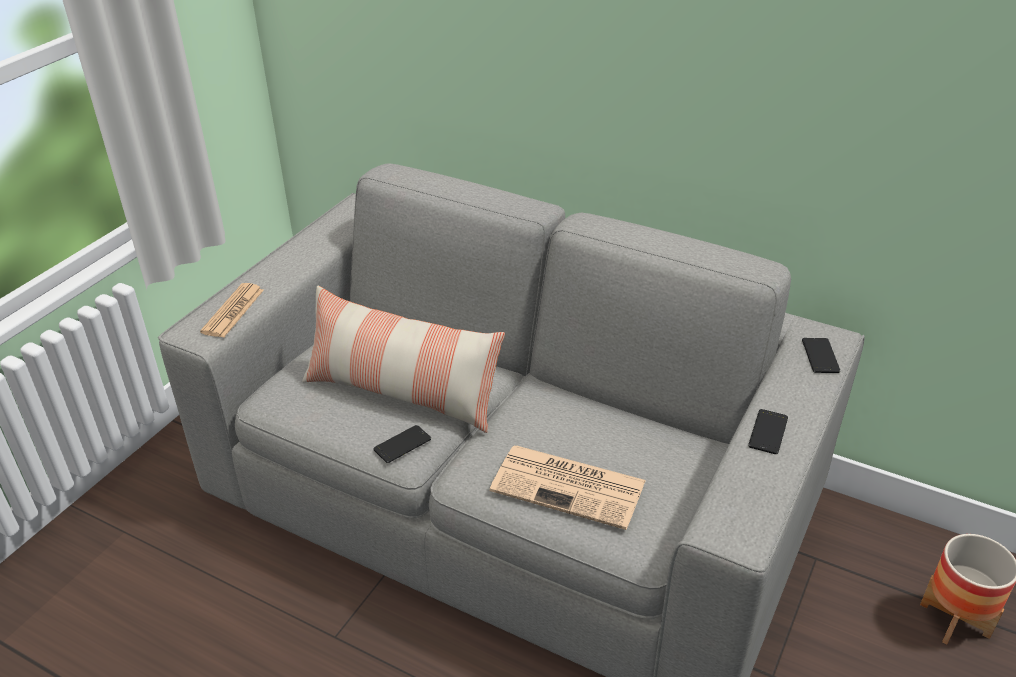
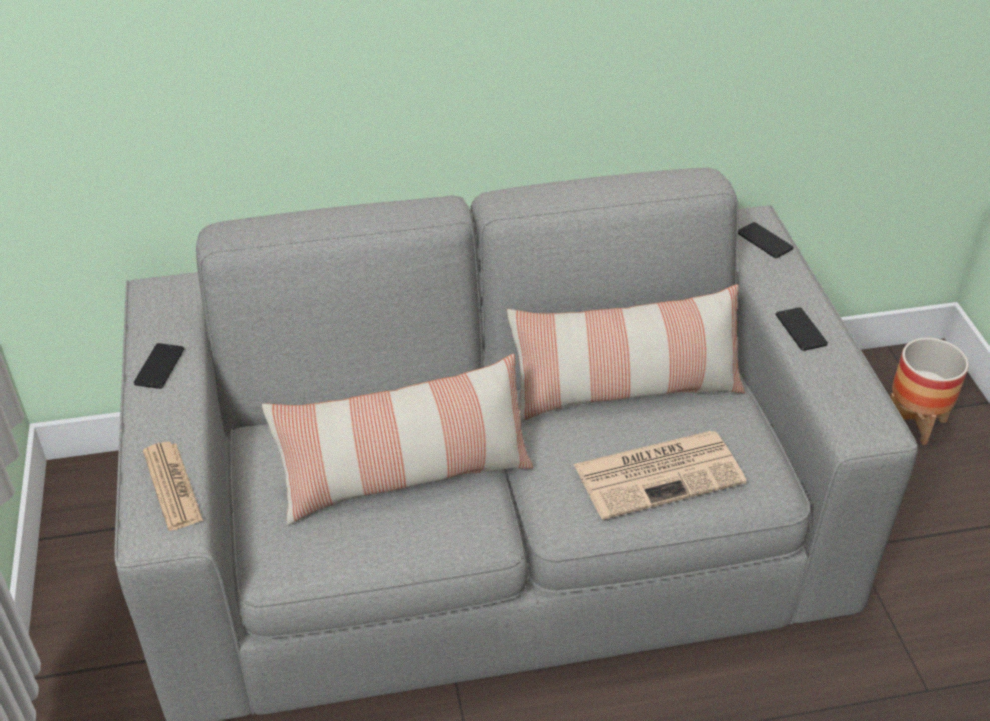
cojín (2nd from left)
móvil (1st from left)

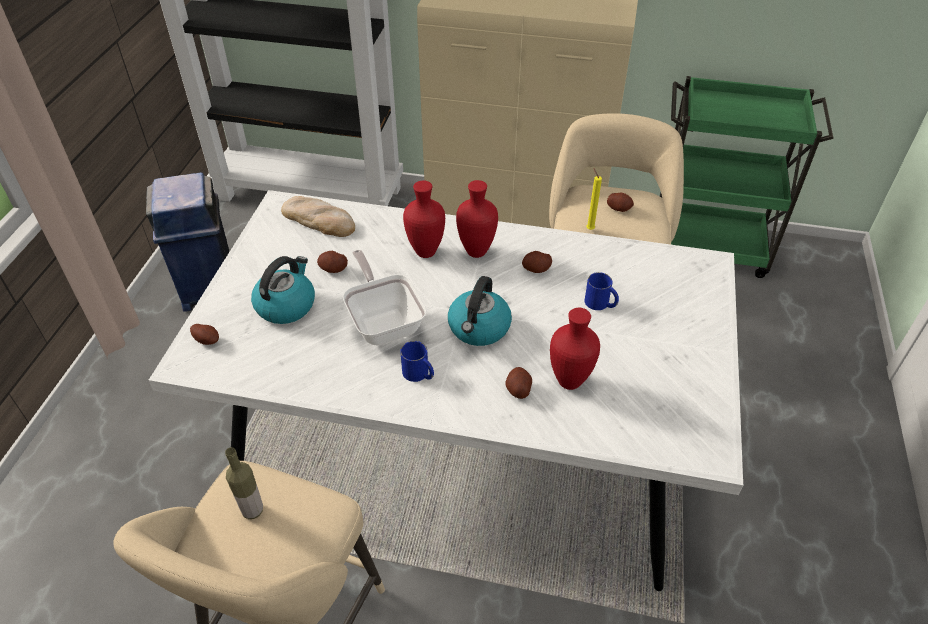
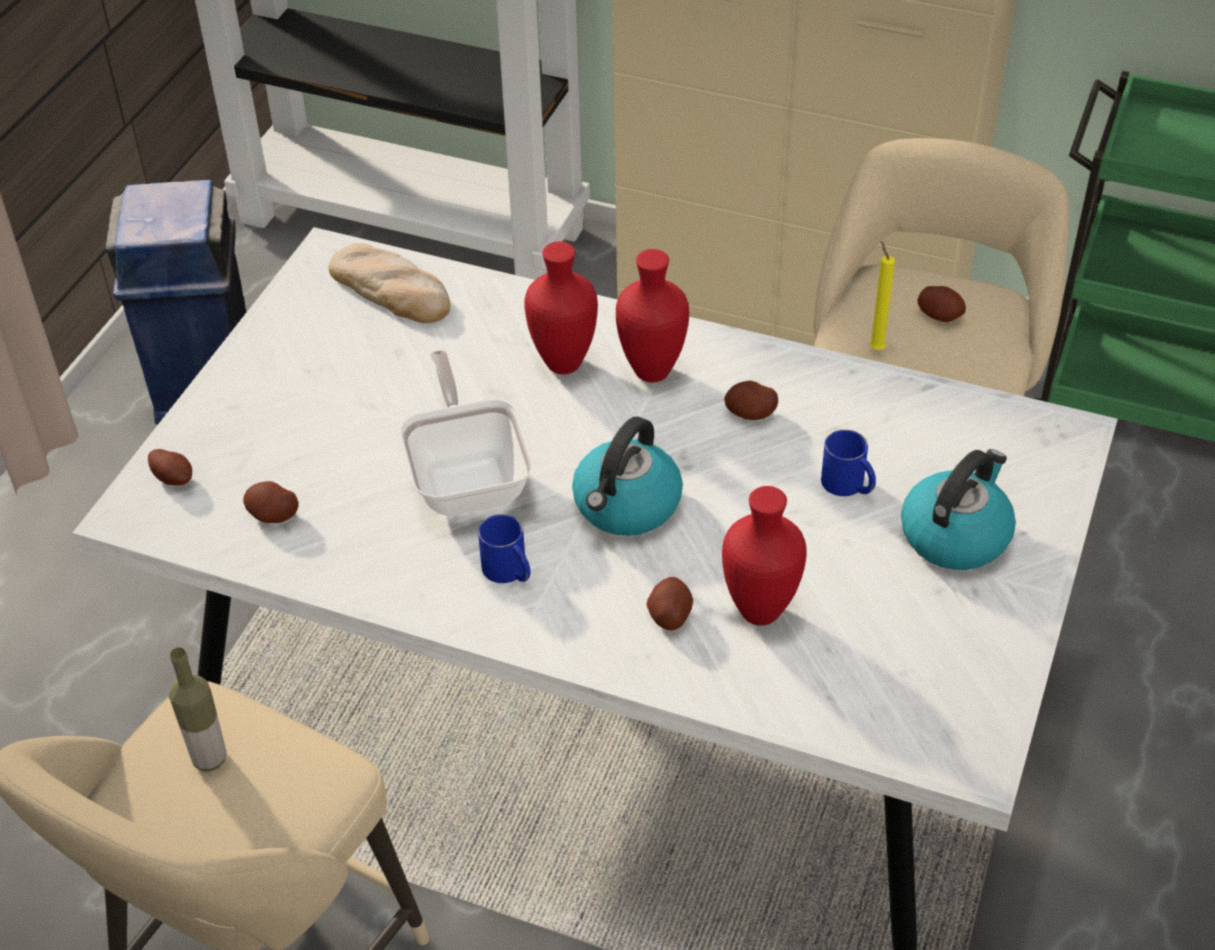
hervidor (2nd from left)
patata (2nd from left)

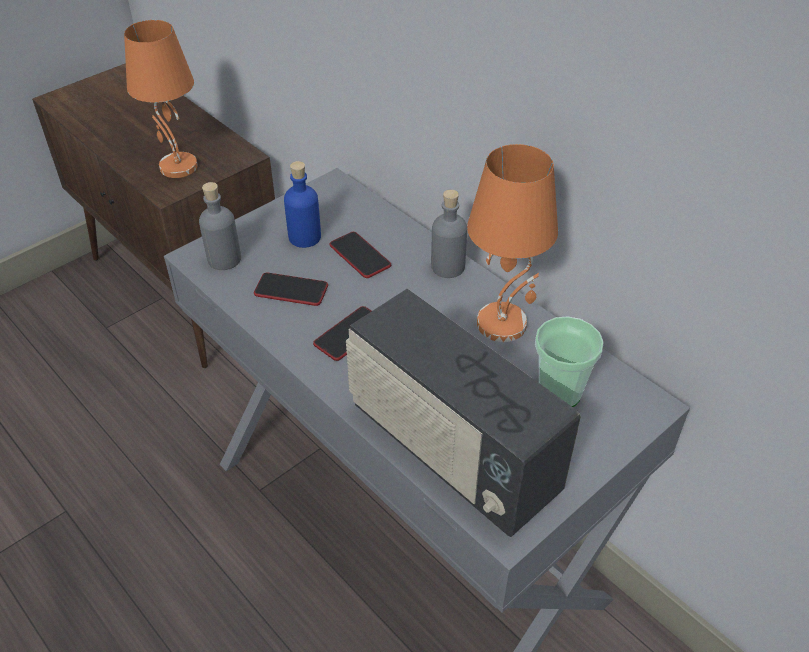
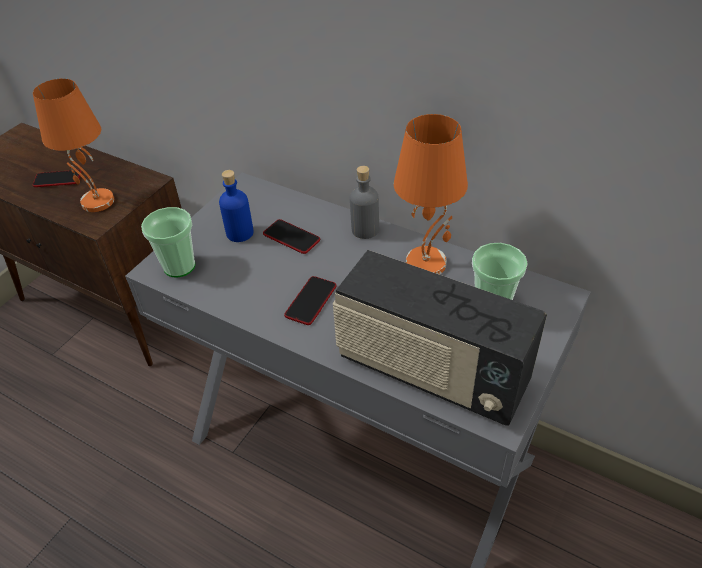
móvil (1st from left)
taza (1st from left)

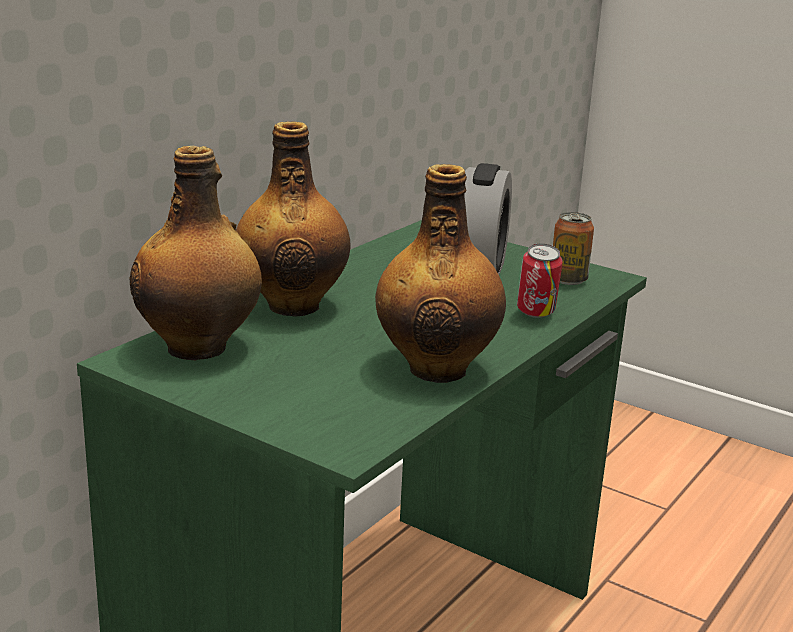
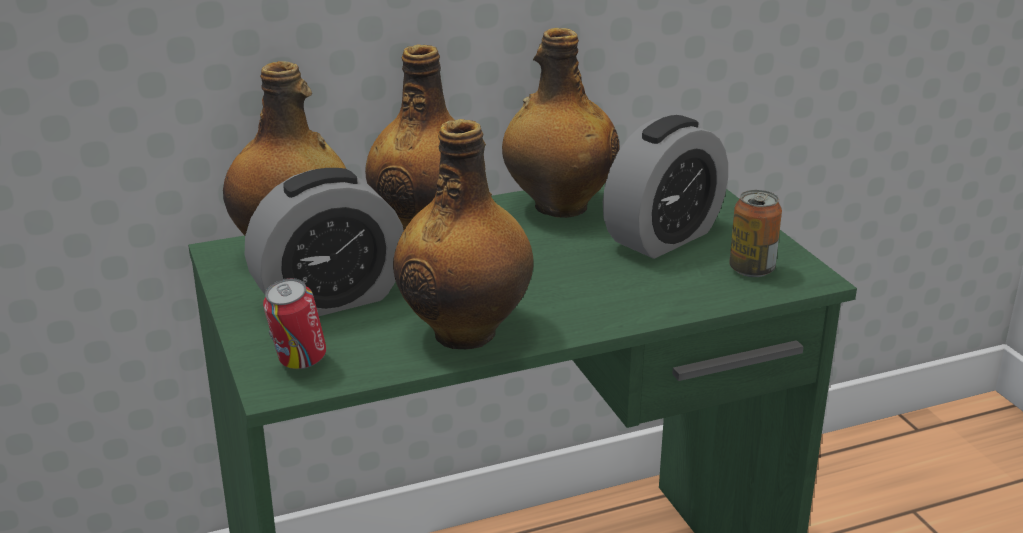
despertador (1st from left)
botella (4th from left)
lata (1st from left)

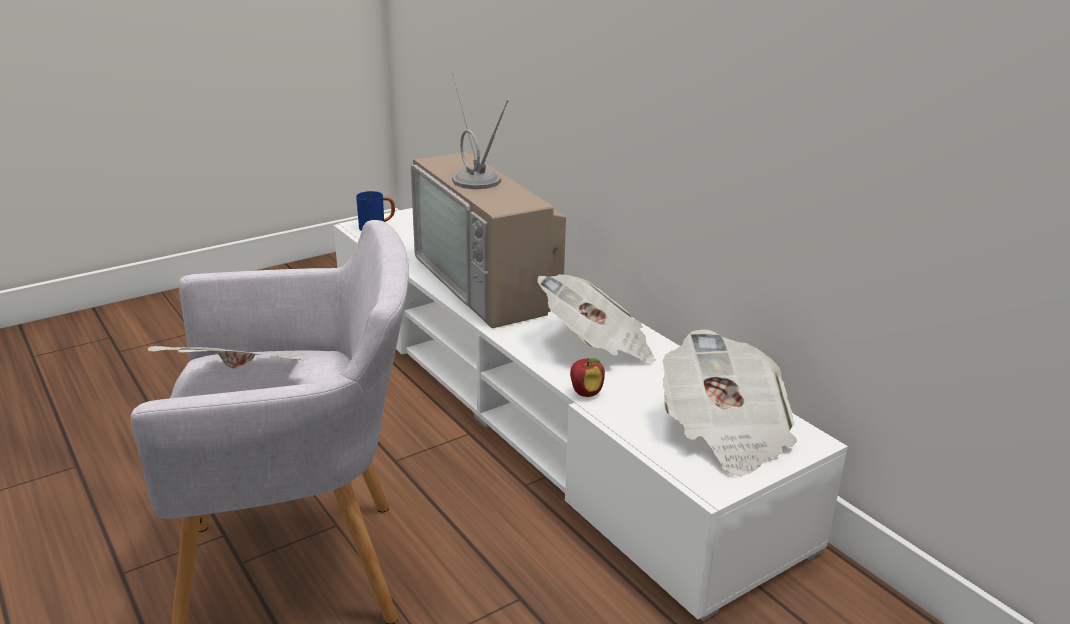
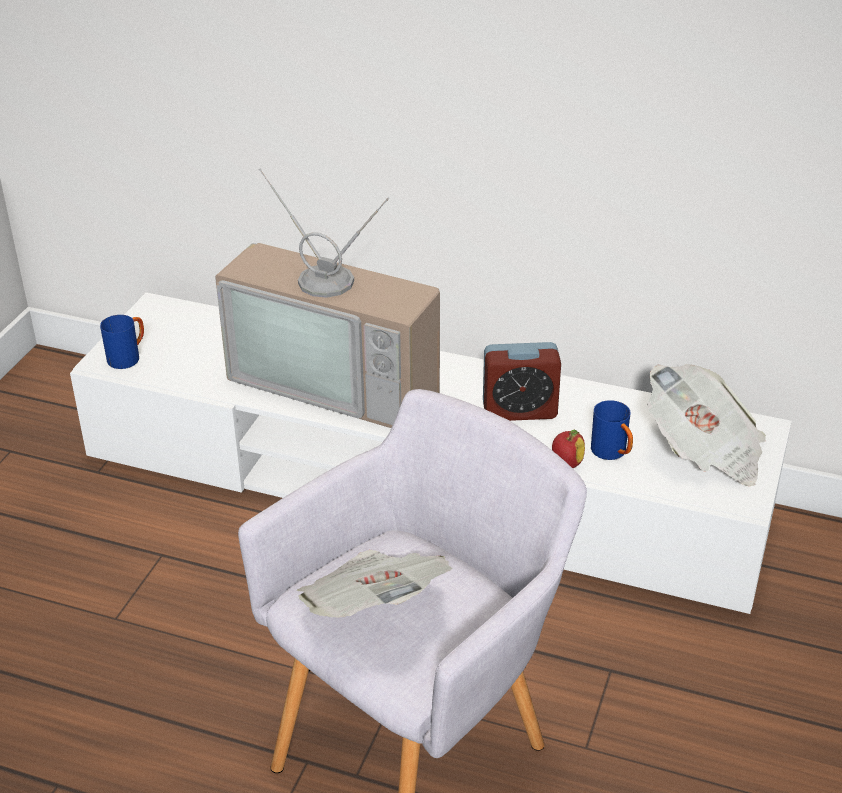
taza grande/azul (2nd from left)
despertador

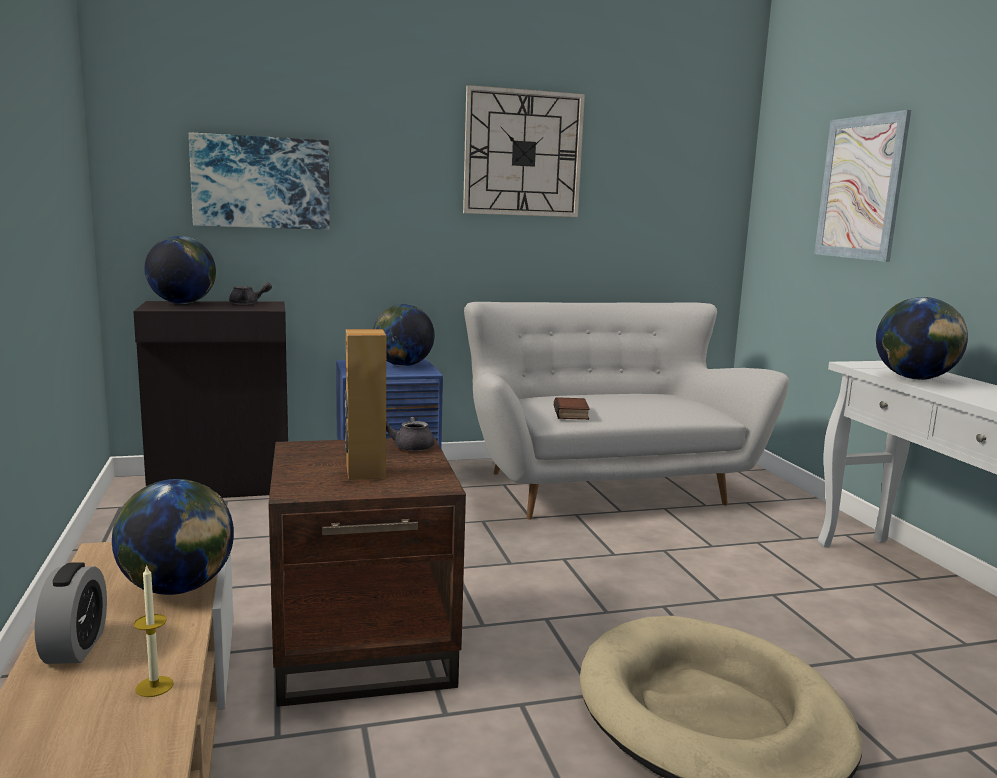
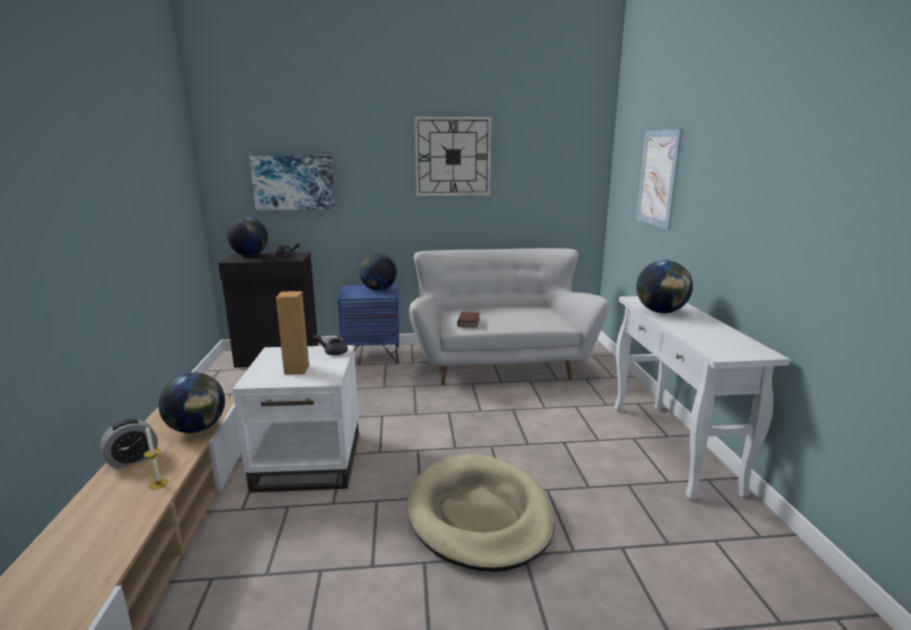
mesa auxiliar/blanco
despertador

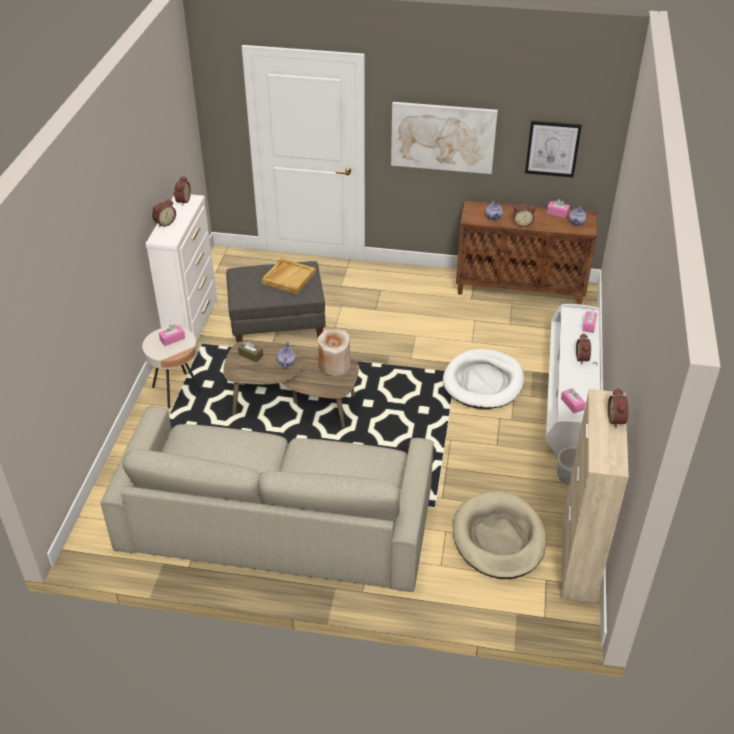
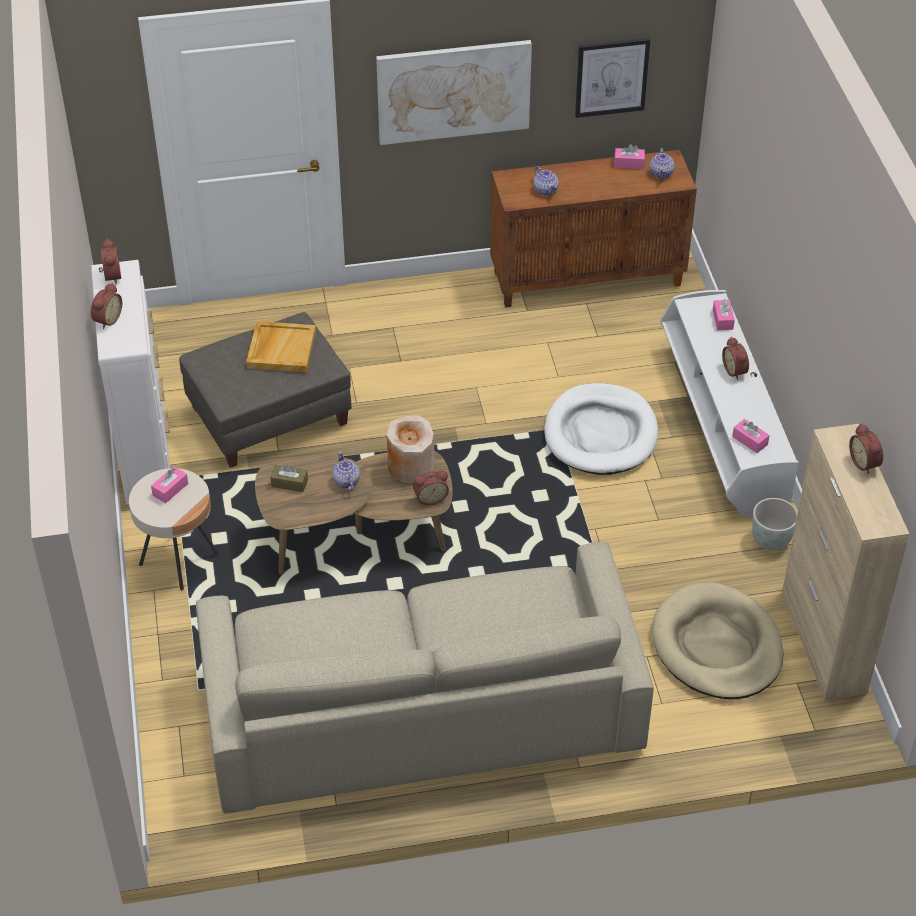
despertador (3rd from left)

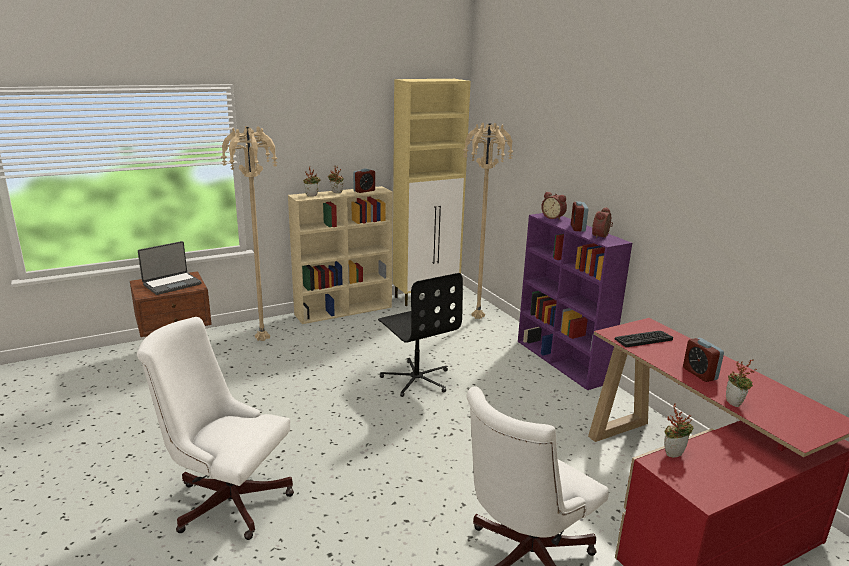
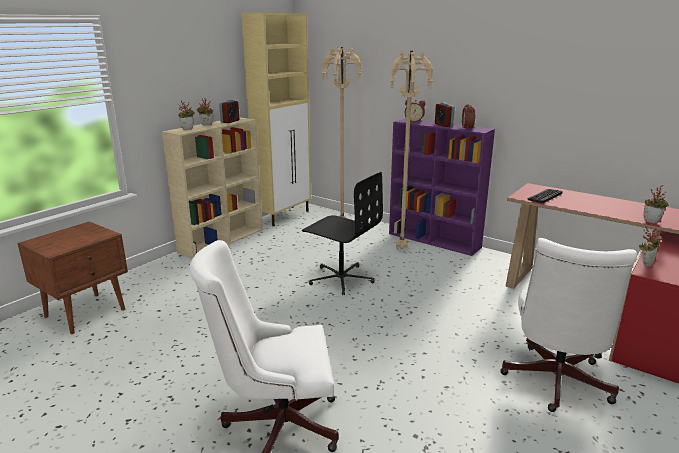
portátil
despertador (5th from left in the first image)
lámpara de pie/beis (2nd from left)

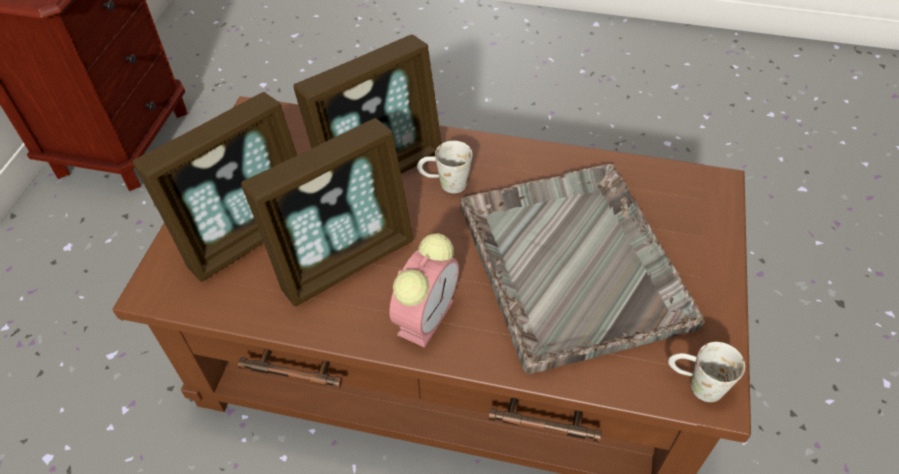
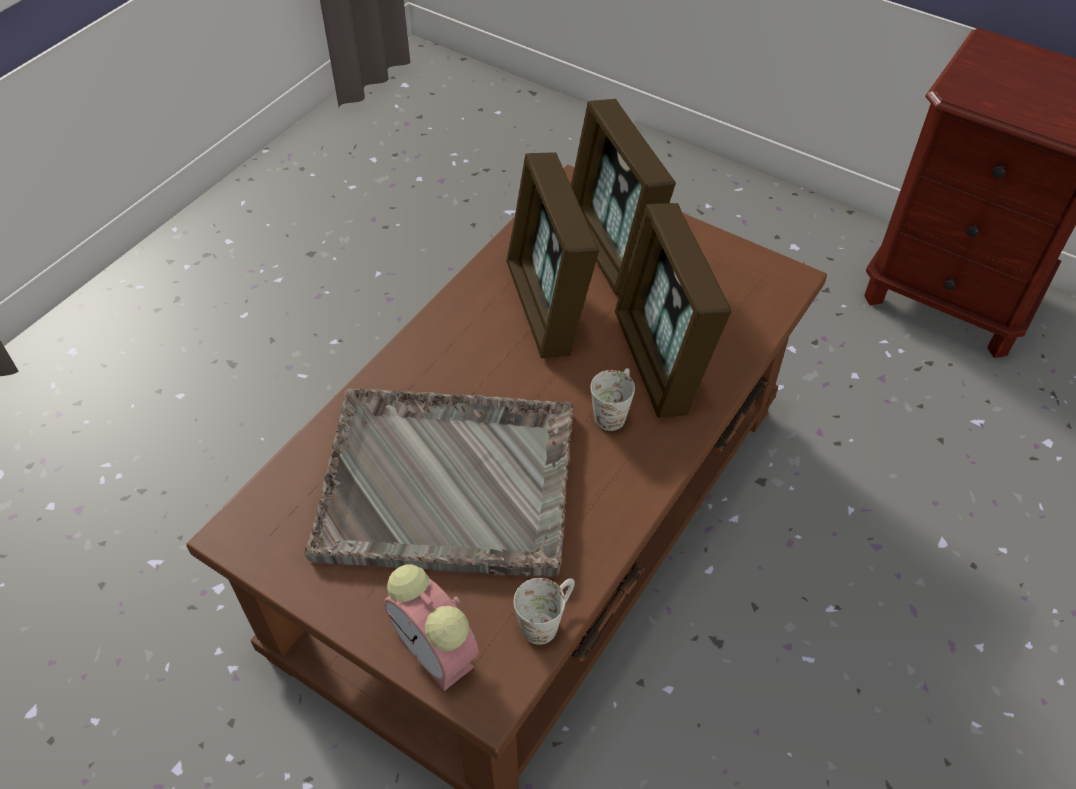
despertador
taza grande/blanco (1st from left)

